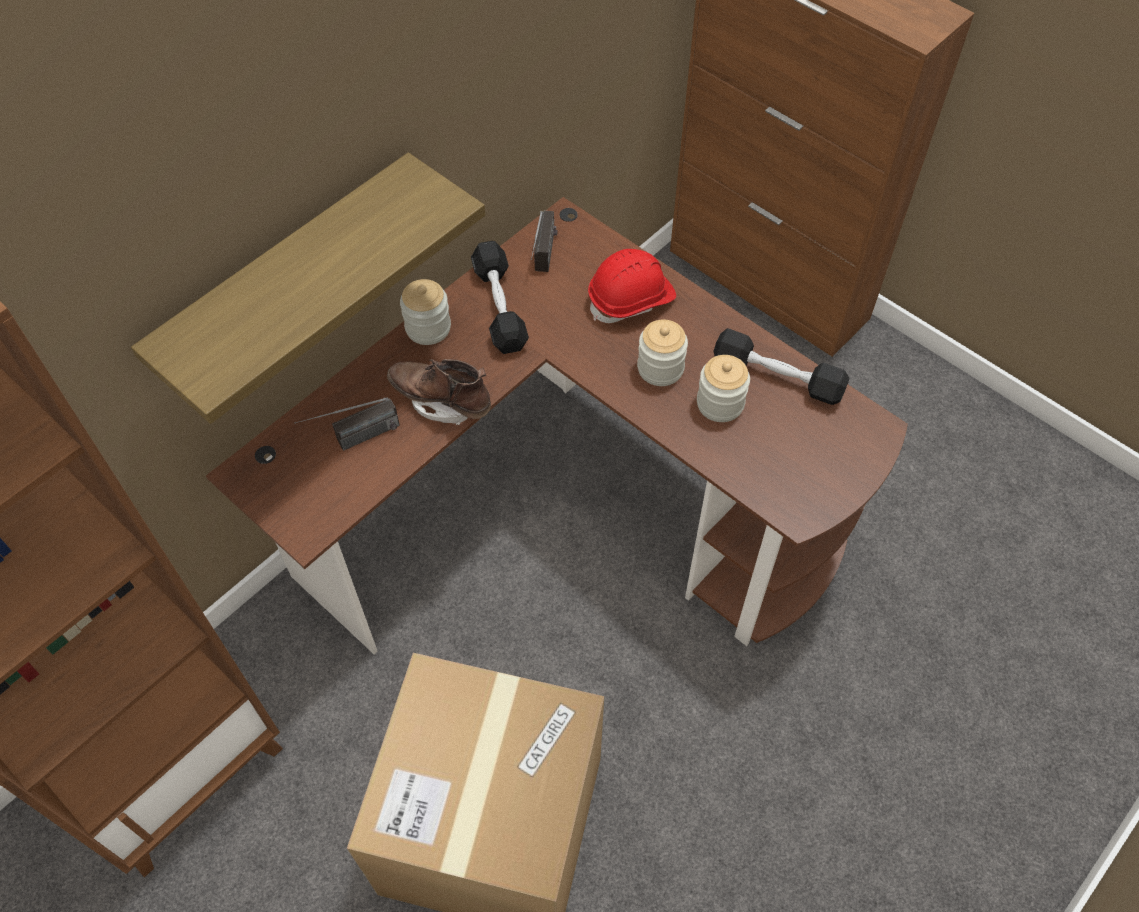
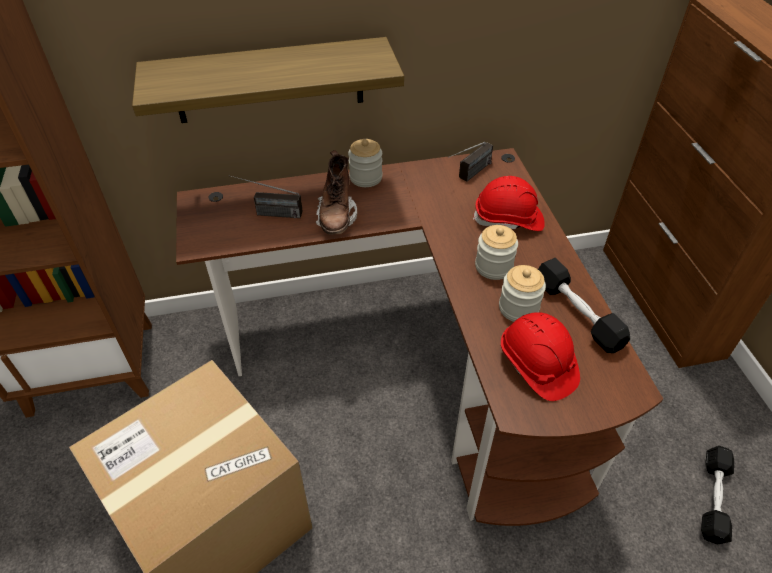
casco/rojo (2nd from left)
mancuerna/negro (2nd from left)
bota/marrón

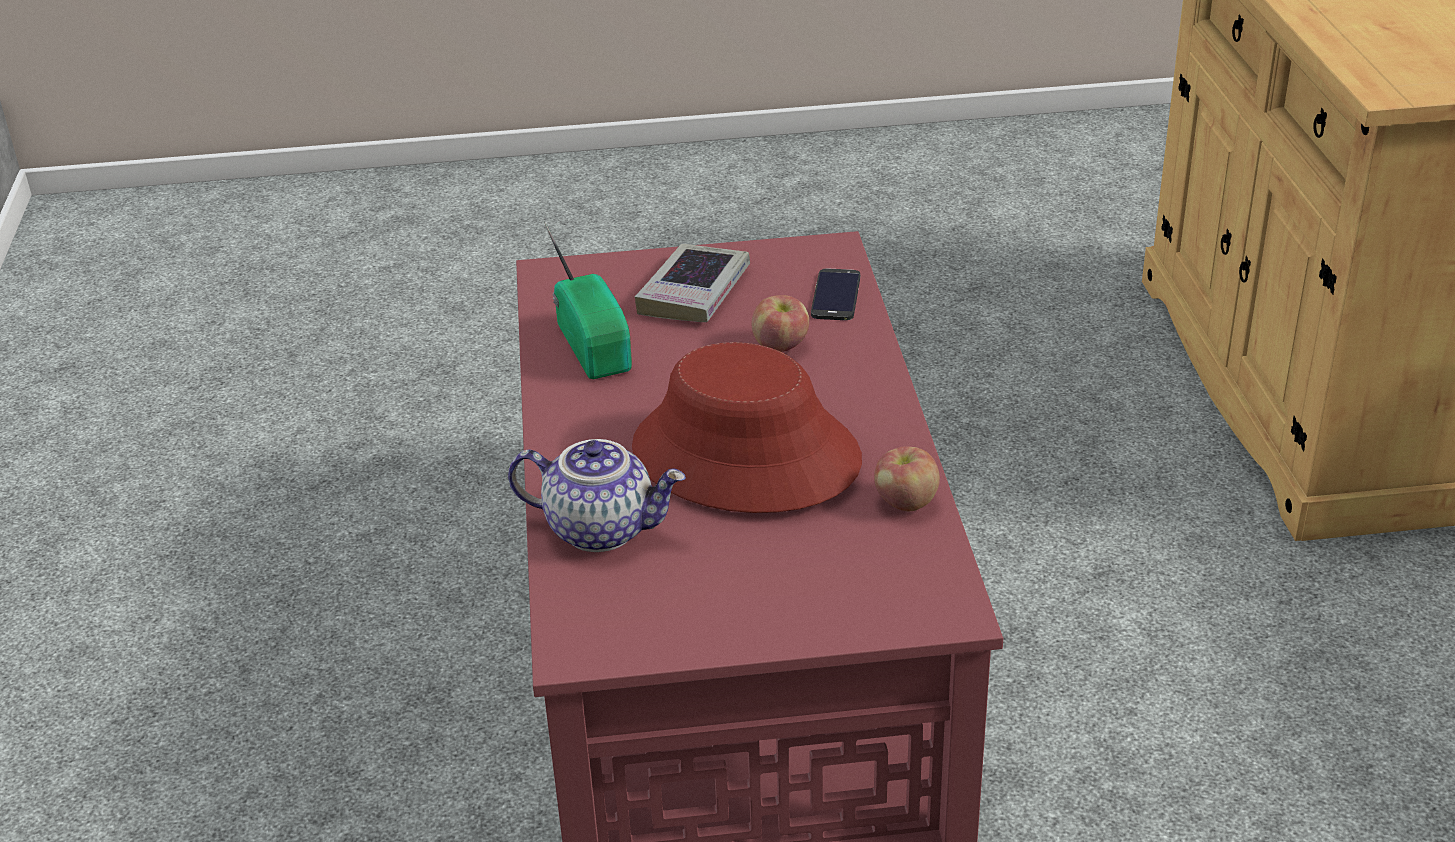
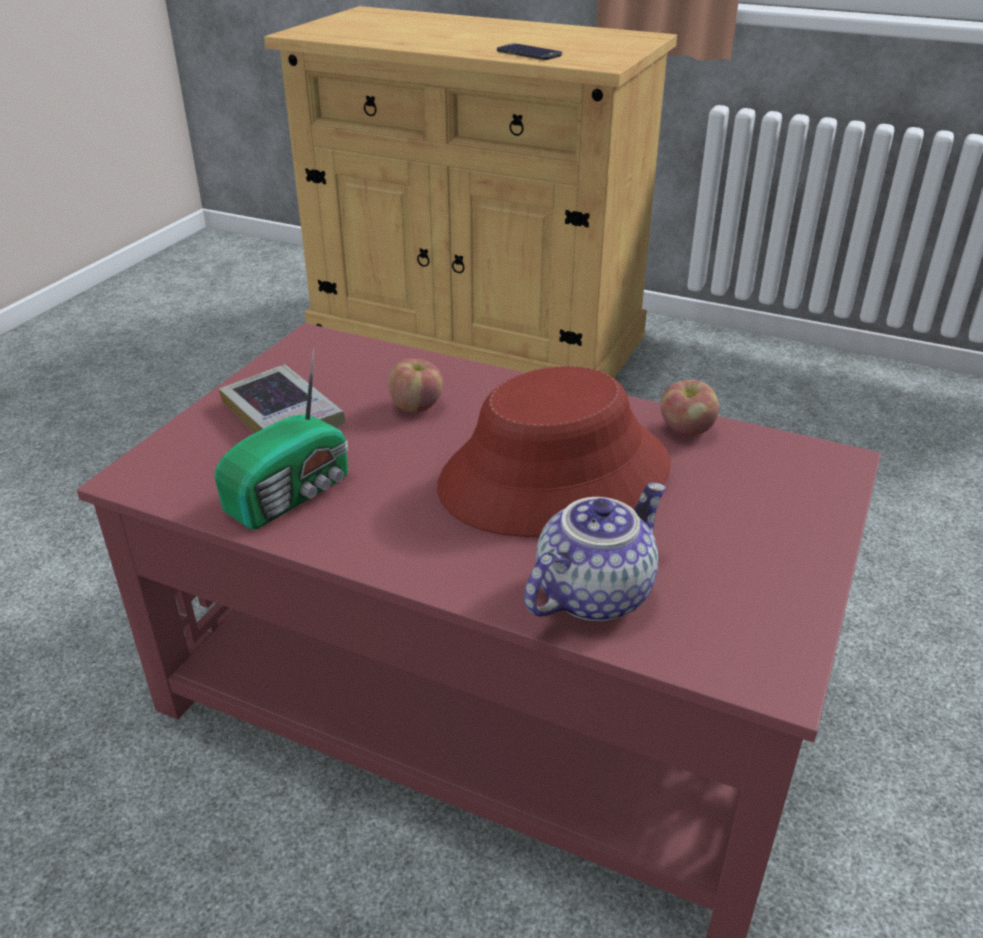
móvil
radio

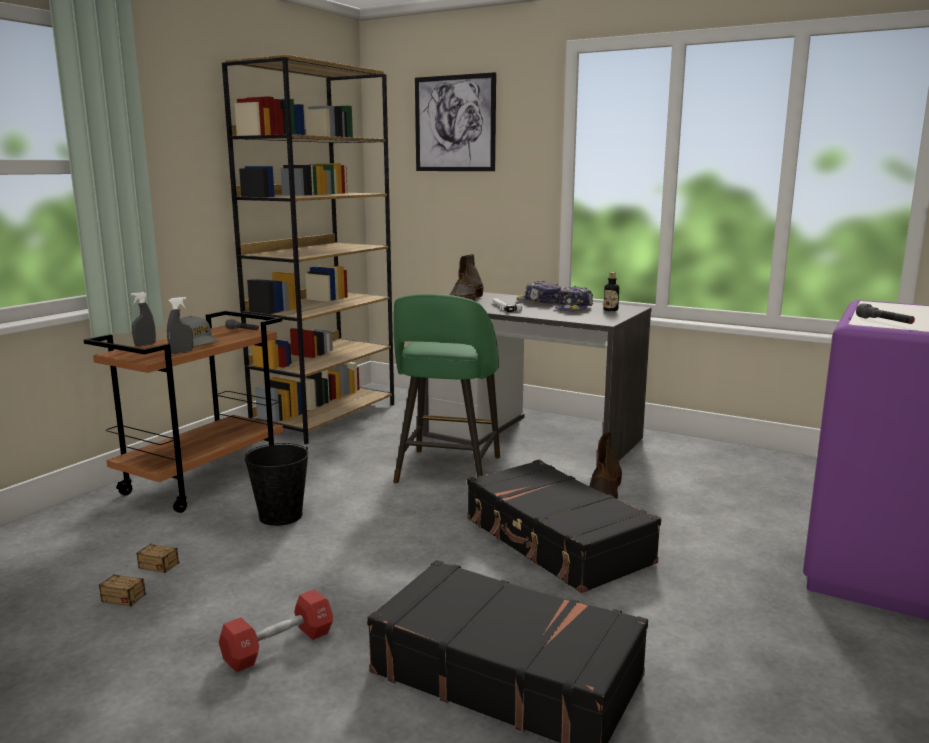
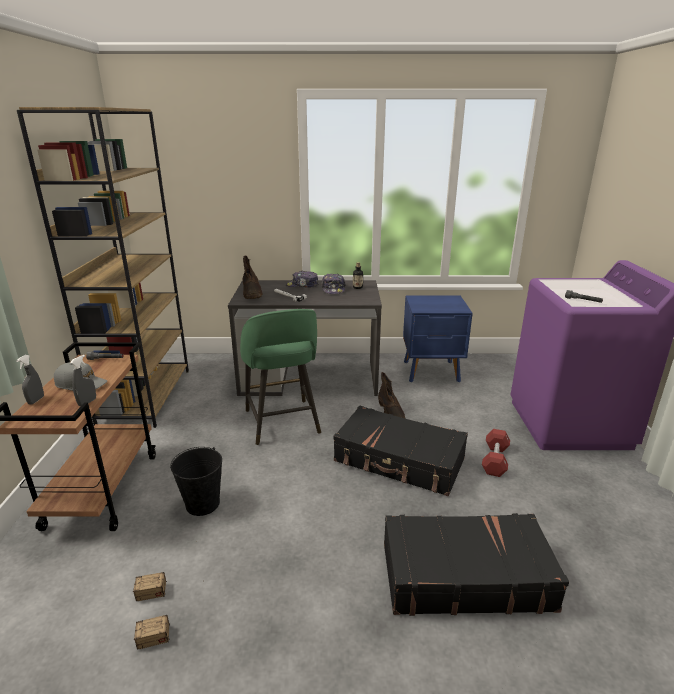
cuadro
mesita de noche/azul
mancuerna/rojo

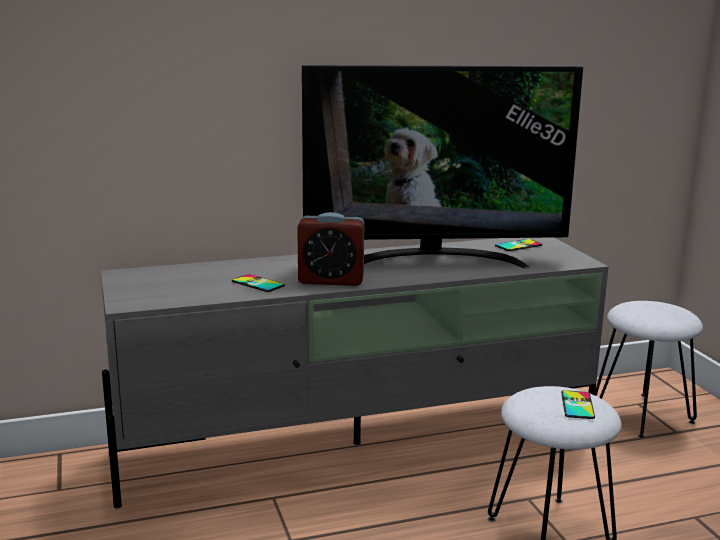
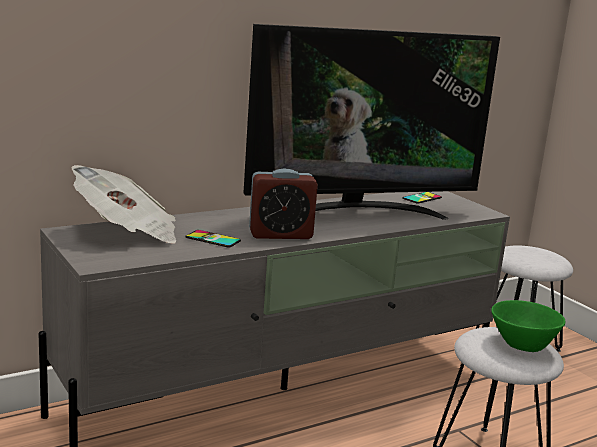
periódico
cuenco/verde

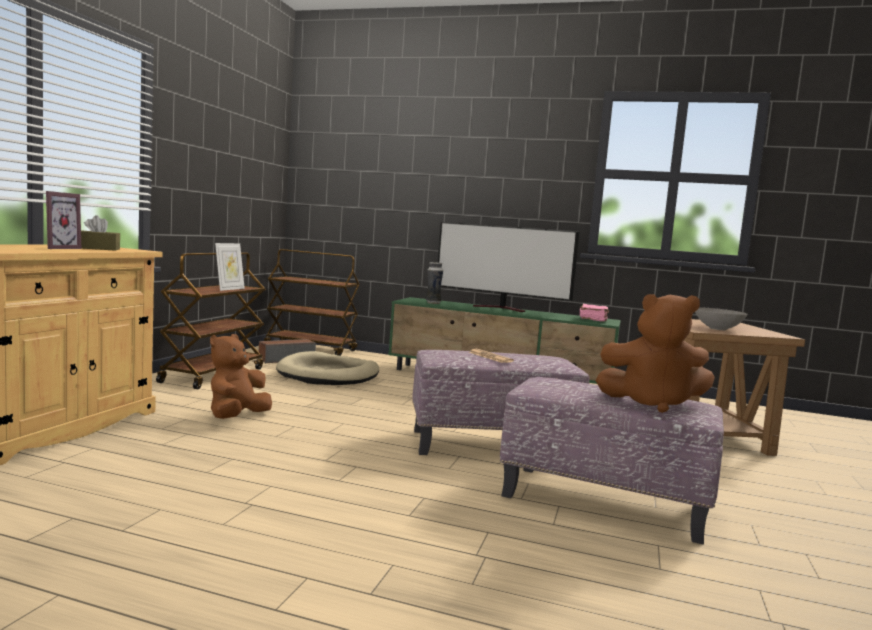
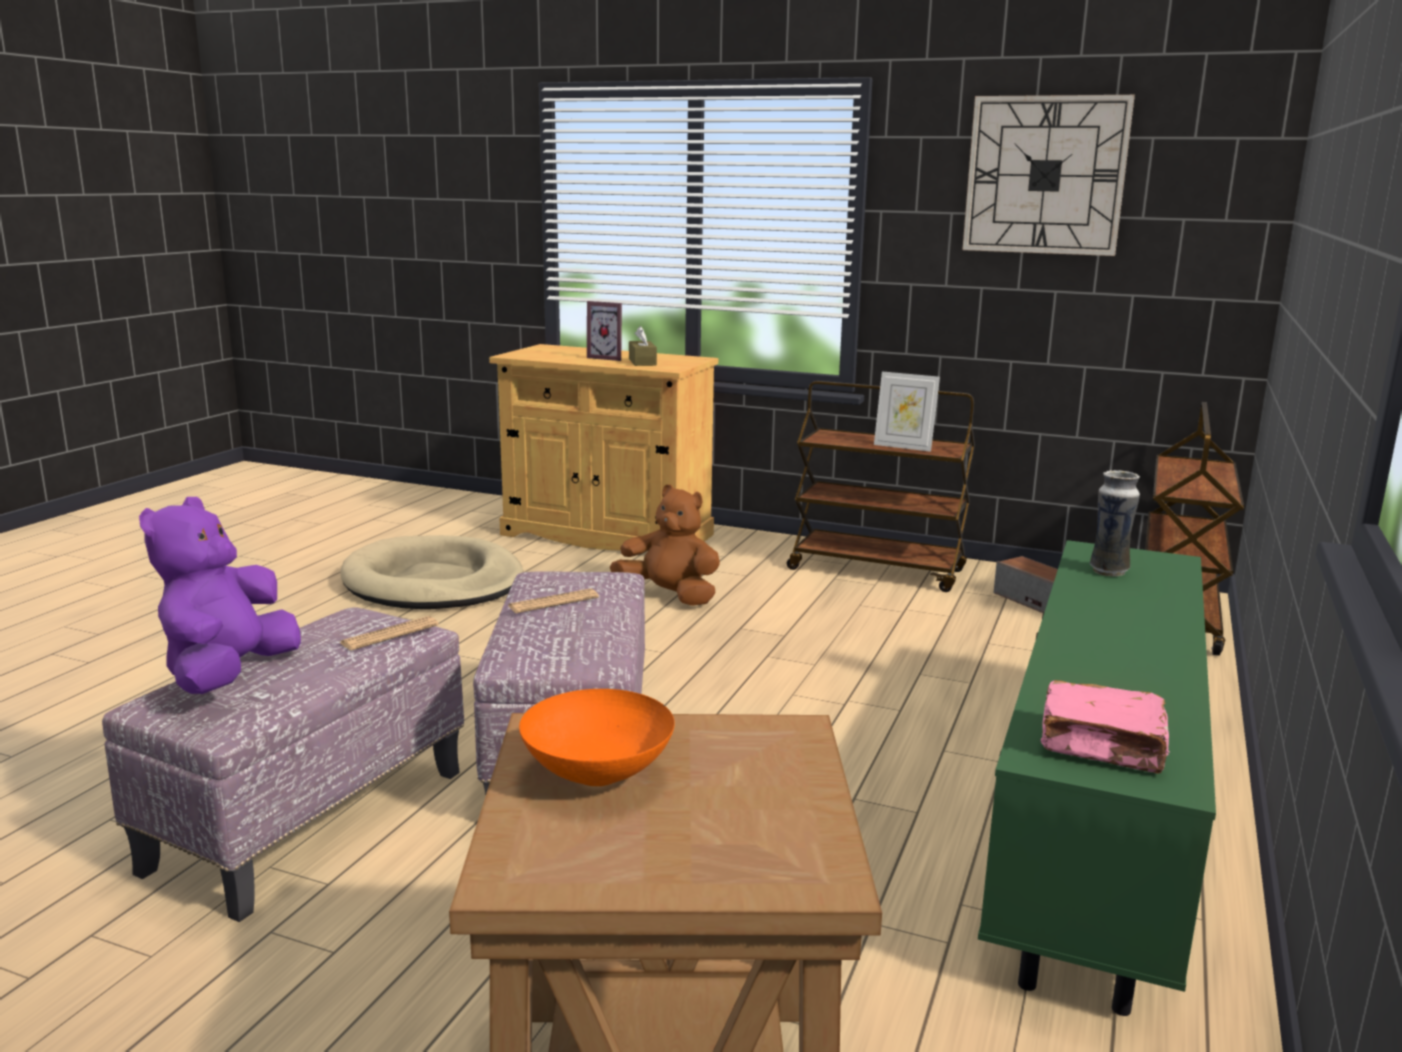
televisor
periódico (1st from left)
reloj de pared
cama para perro/beis
peluche/morado
cuenco/naranja

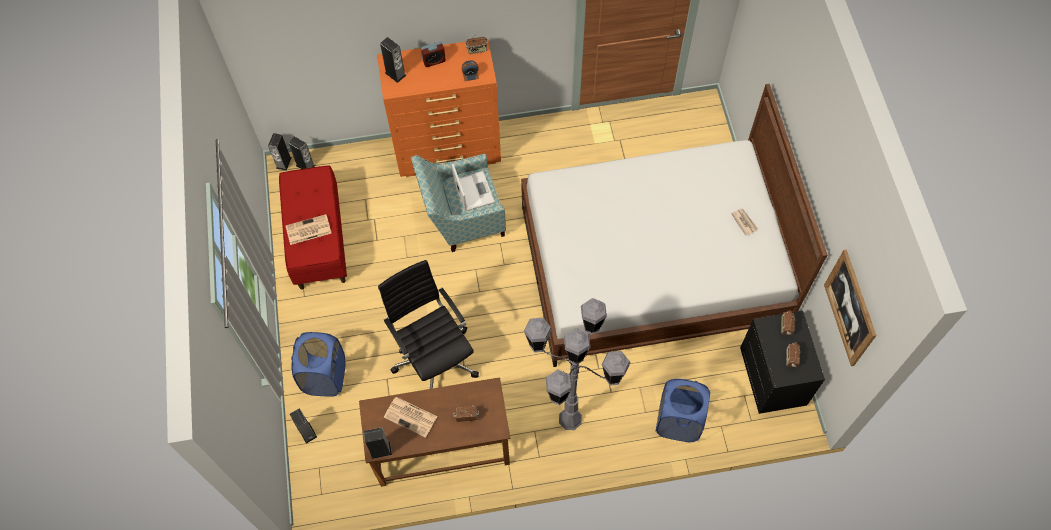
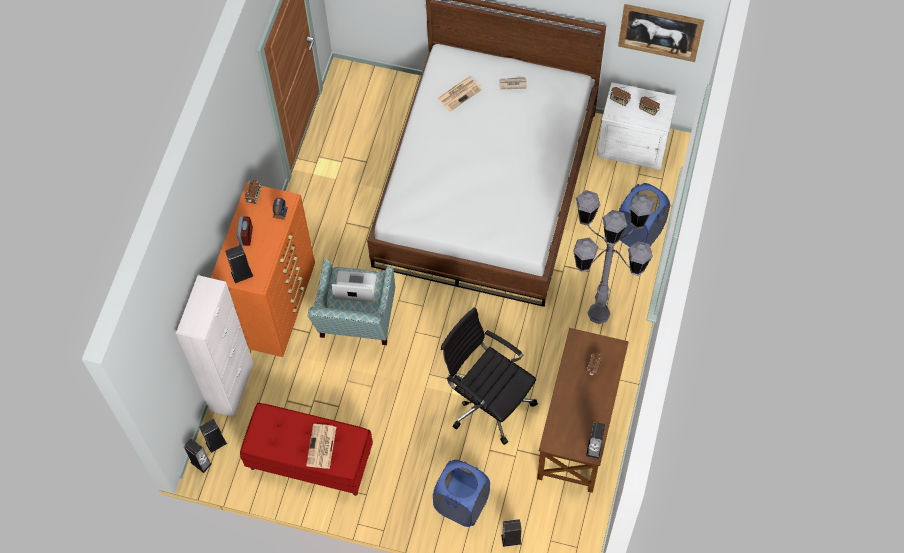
armario/blanco
periódico (2nd from left)
mesita de noche/blanco
silla de oficina/negro

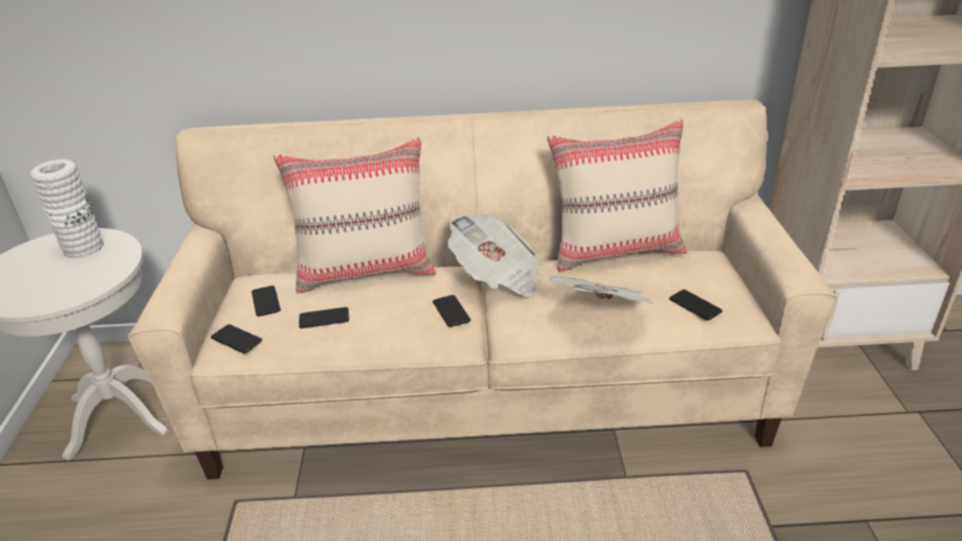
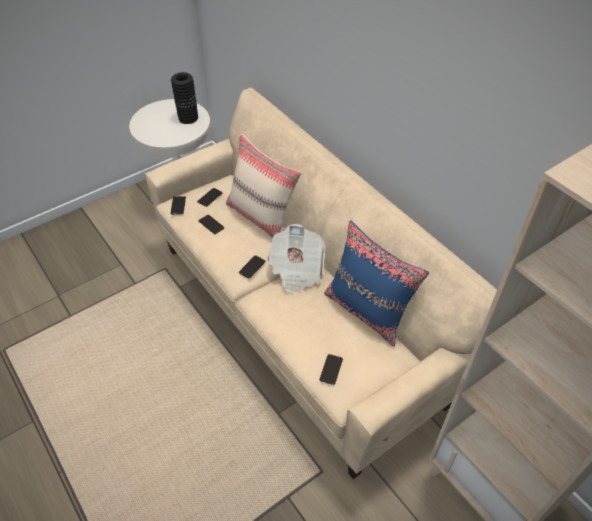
periódico (2nd from left in the first image)
florero/negro
cojín/azul

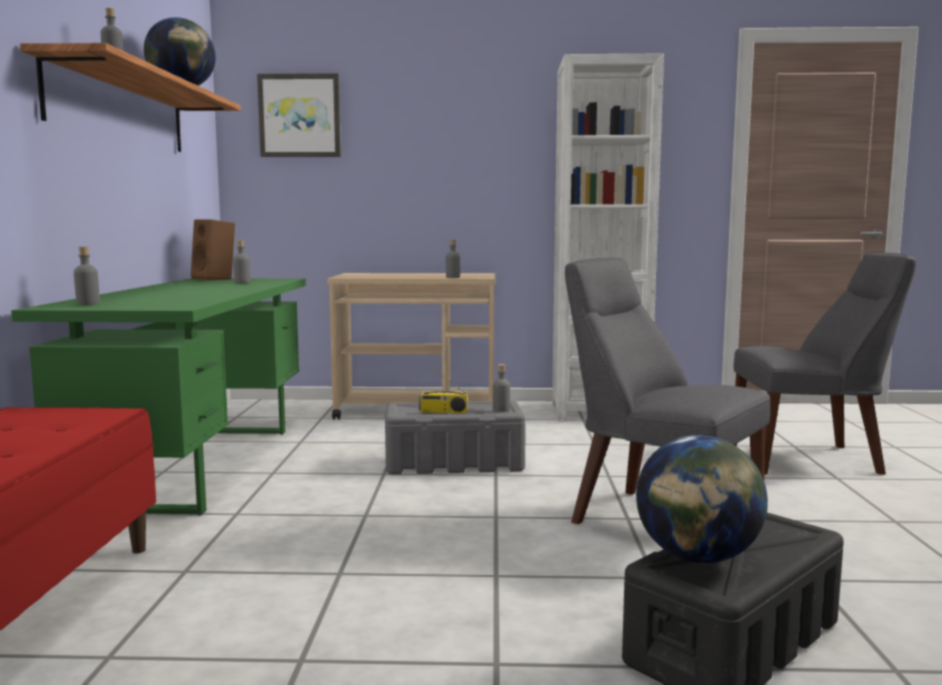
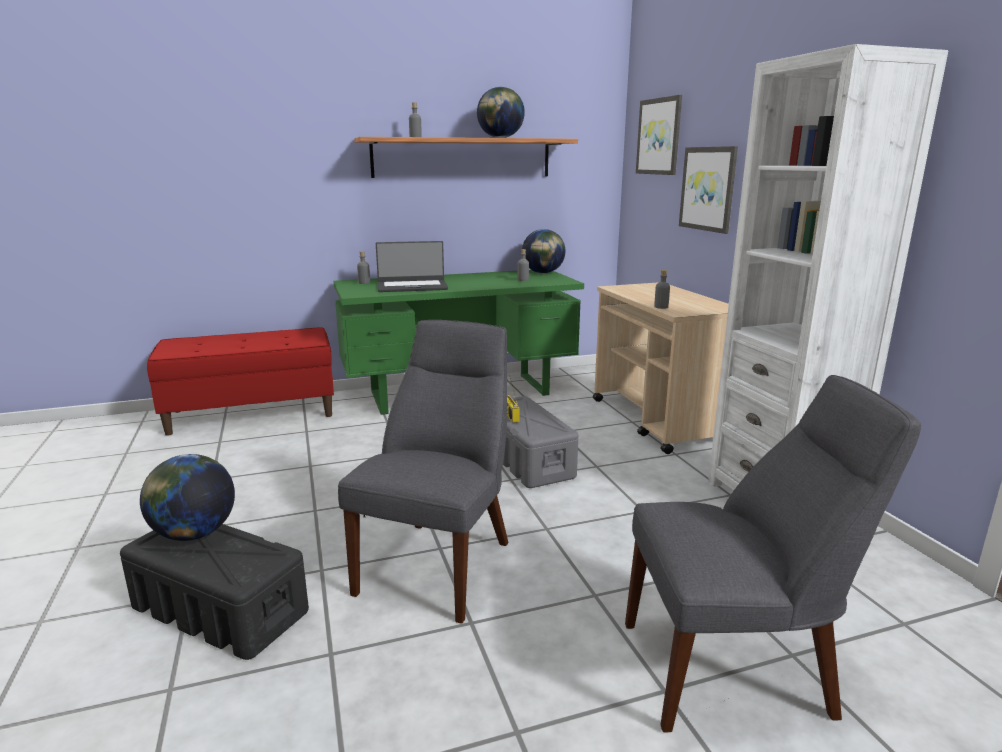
botella/gris (5th from left in the first image)
portátil
cuadro (2nd from left)
globo terráqueo (3rd from left)
silla/gris (2nd from left)

